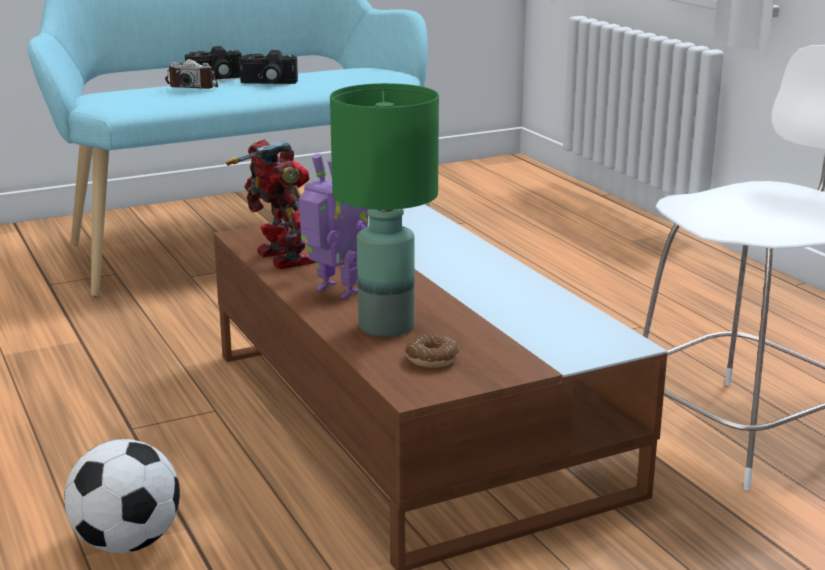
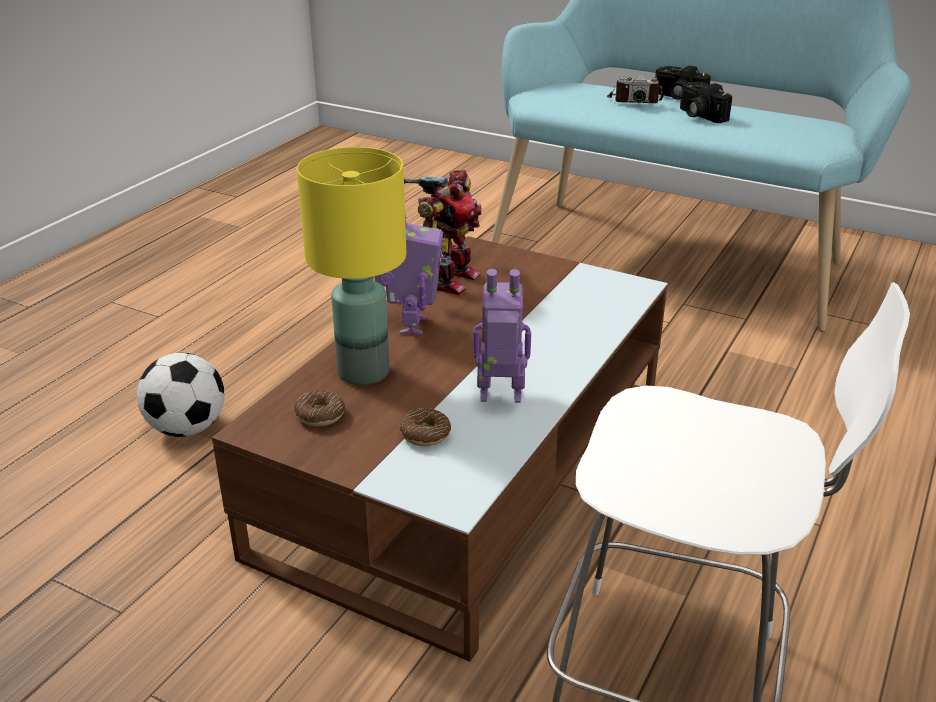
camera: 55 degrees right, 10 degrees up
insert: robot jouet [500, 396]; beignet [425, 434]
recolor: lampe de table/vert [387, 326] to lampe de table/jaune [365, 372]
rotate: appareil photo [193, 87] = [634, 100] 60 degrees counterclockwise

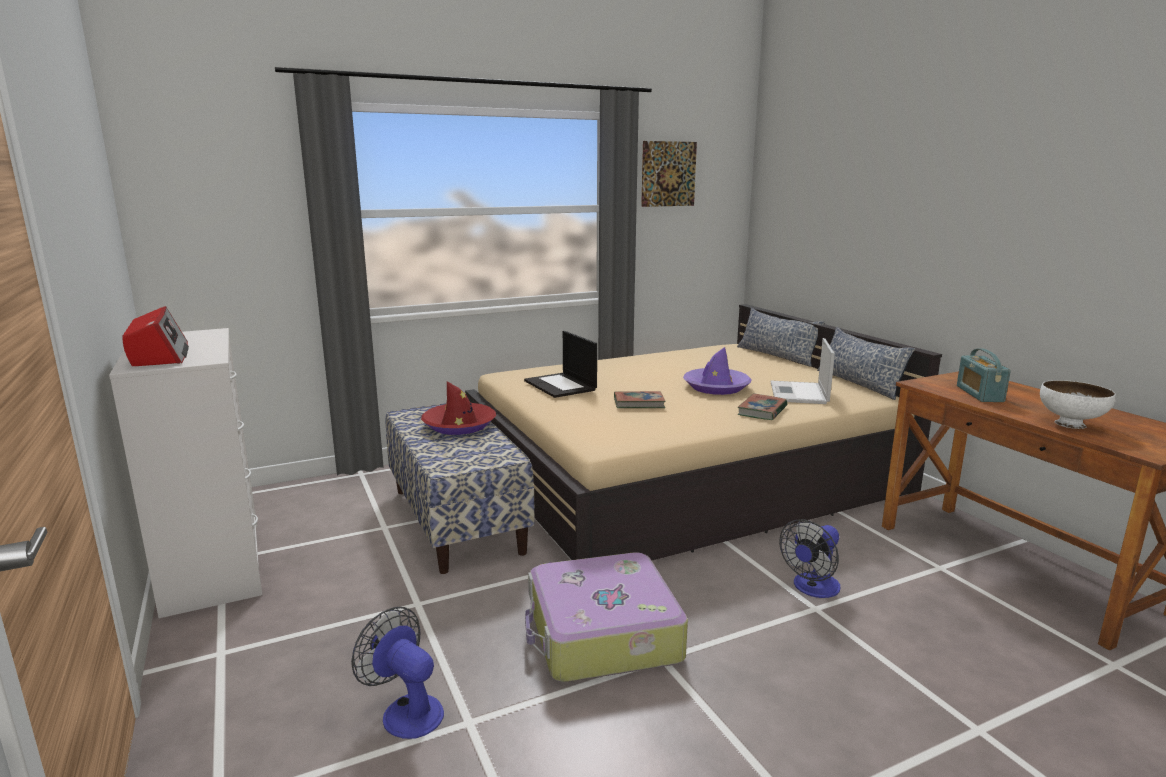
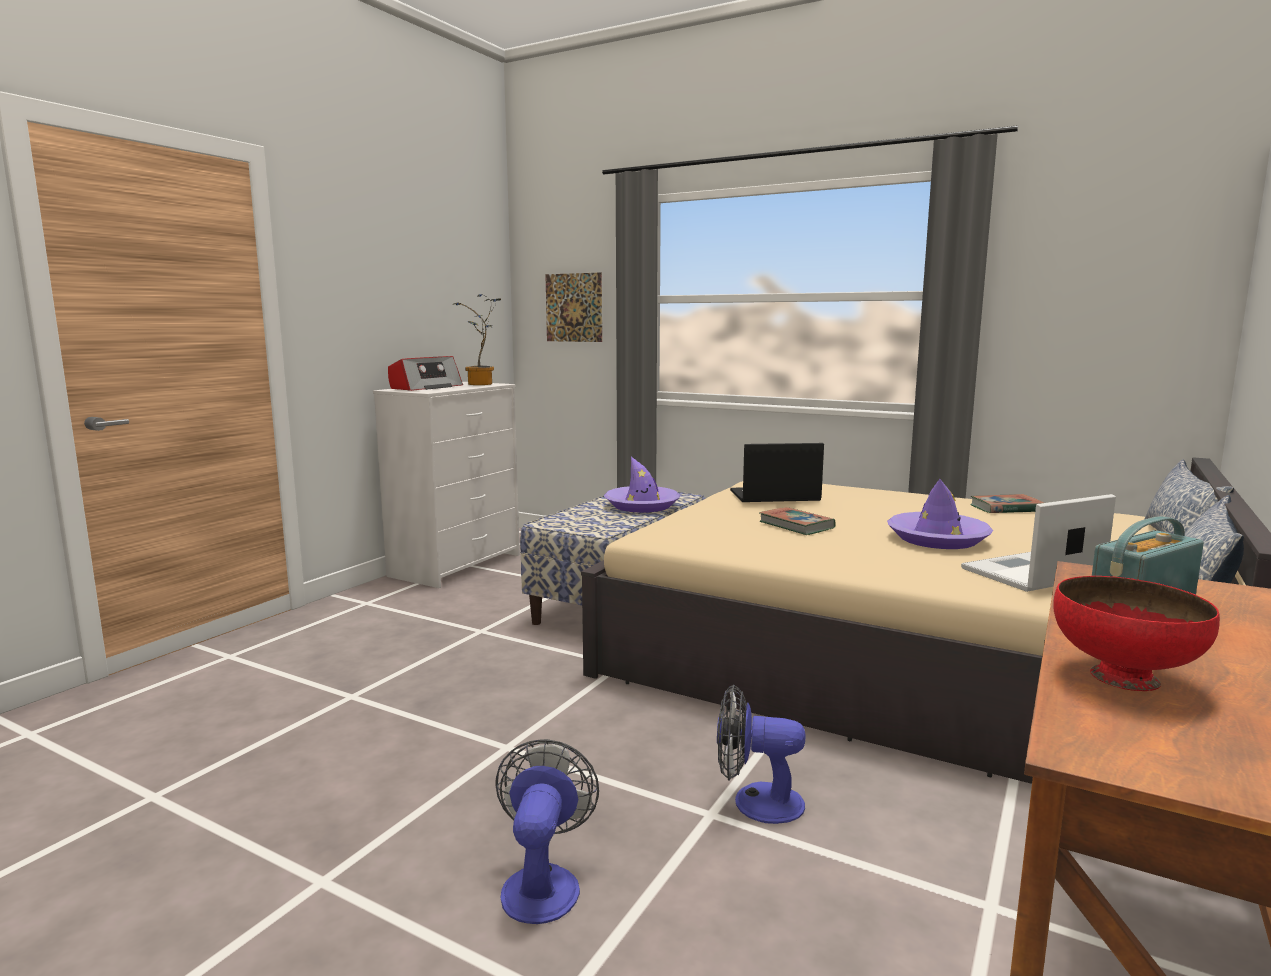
camera: 55 degrees right, 5 degrees down
delete: valise [602, 635]
insert: plante en pot [481, 384]
move: tableau [668, 174] to [574, 307]; livre [762, 411] to [1006, 508]; ventilateur [406, 711] to [542, 882]
recolor: bol/blanc [1070, 424] to bol/rouge [1122, 677]; chapeau/rouge [459, 425] to chapeau/violet [642, 506]
rotate: ordinateur portable [561, 385] = [774, 496] 60 degrees clockwise

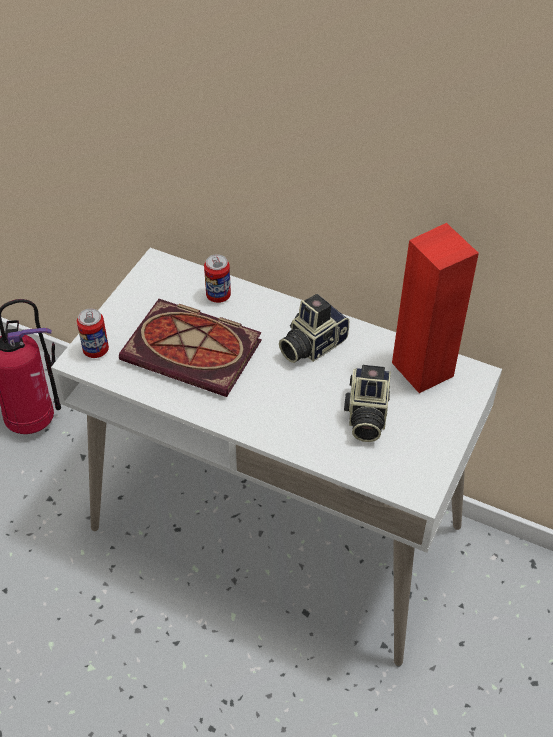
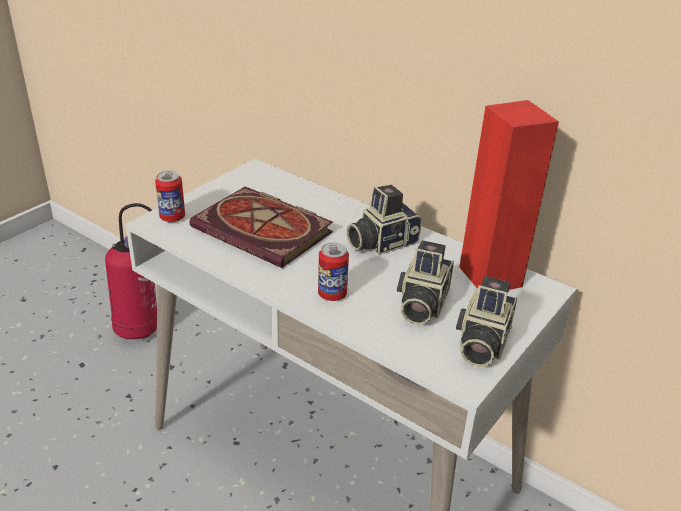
camera: 10 degrees right, 15 degrees down
insert: appareil photo [480, 343]
move: boîte métallique [218, 296] to [332, 294]

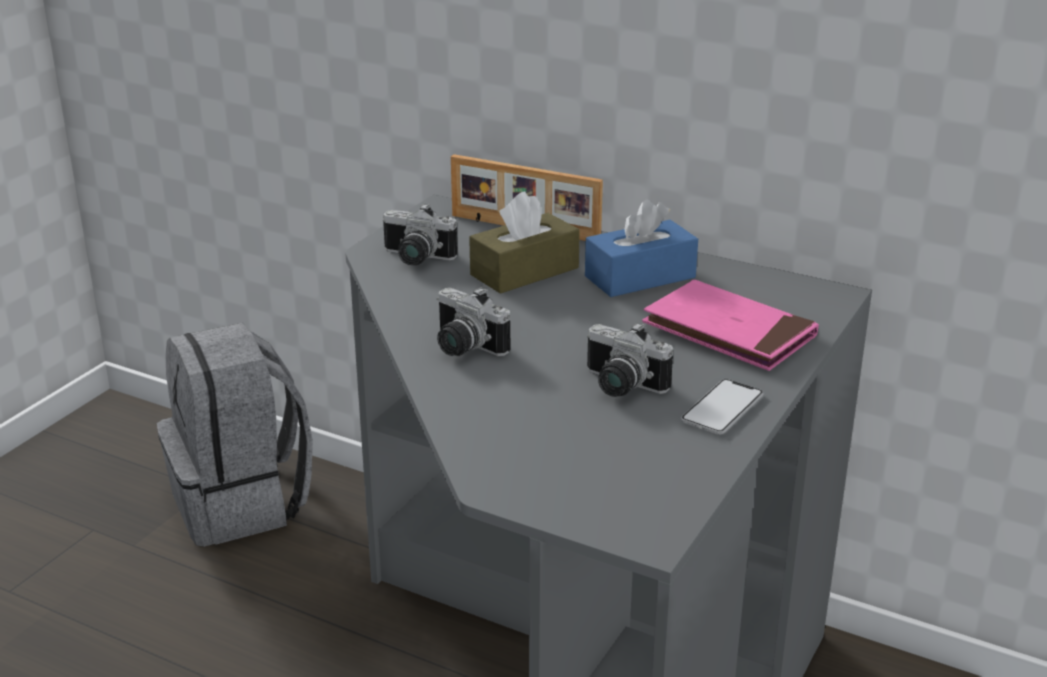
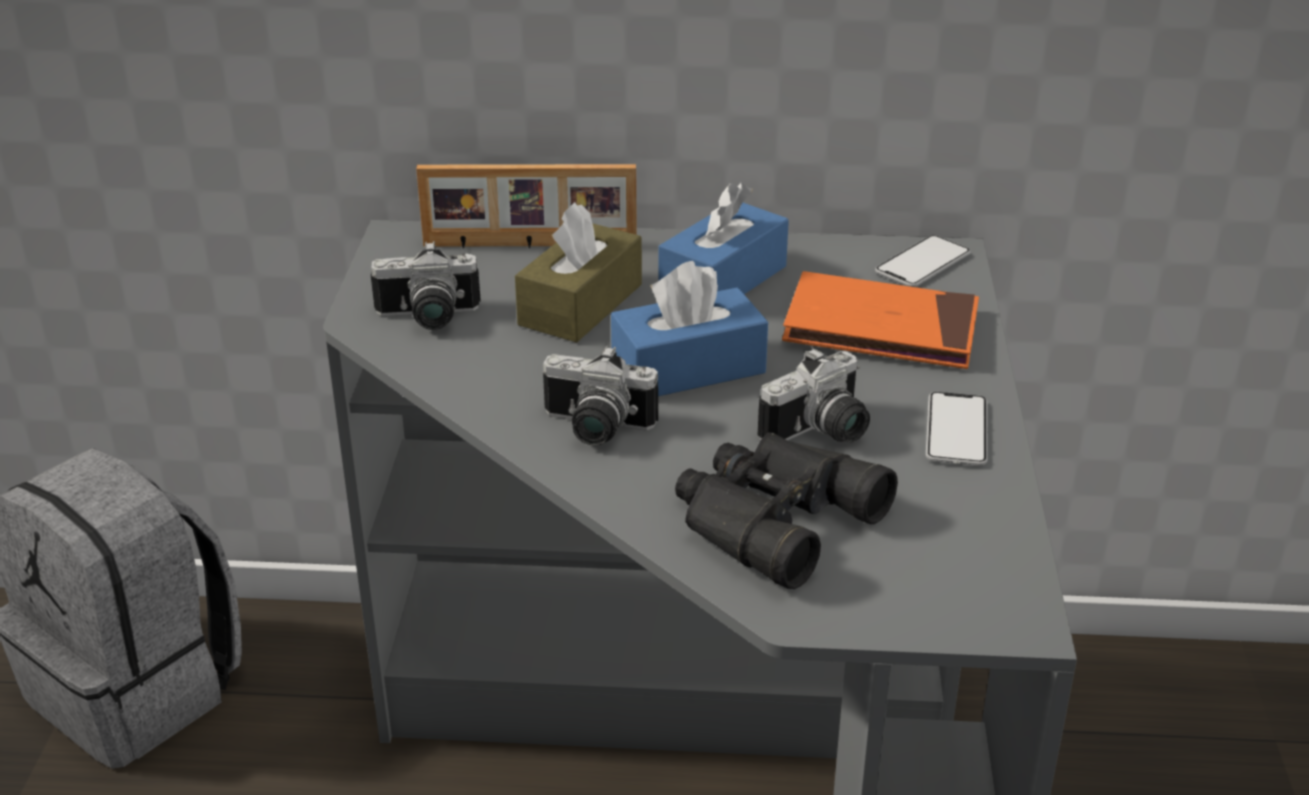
camera: 25 degrees left, 5 degrees up
insert: téléphone [922, 263]; boîte à mouchoirs/bleu [688, 368]; jumelles/noir [769, 518]
recolor: livre/rose [729, 332] to livre/orange [881, 329]
rotate: appareil photo [619, 386] = [822, 433] 45 degrees counterclockwise

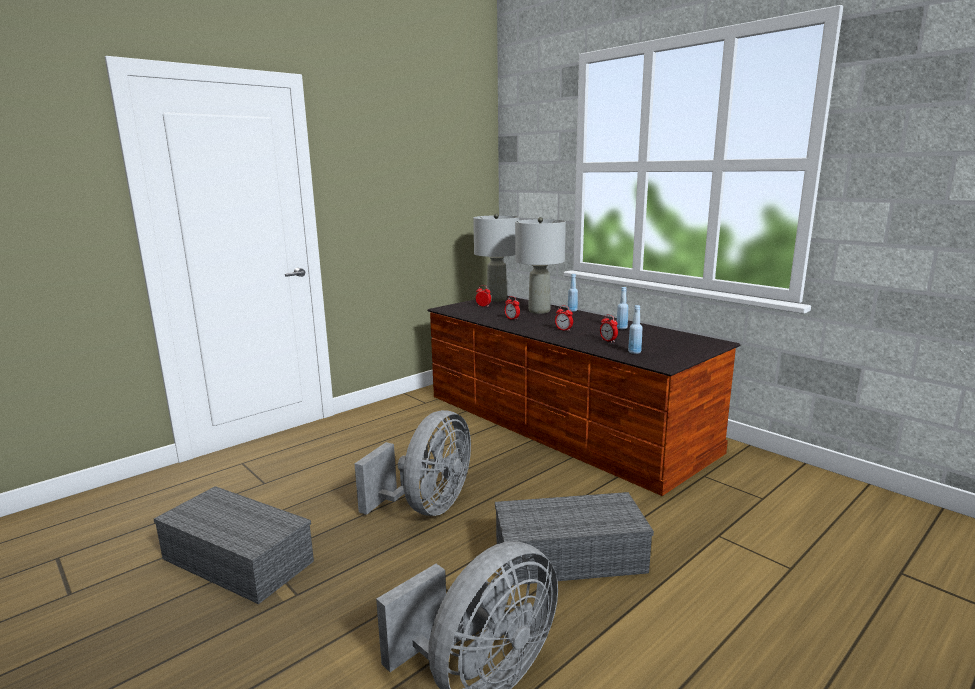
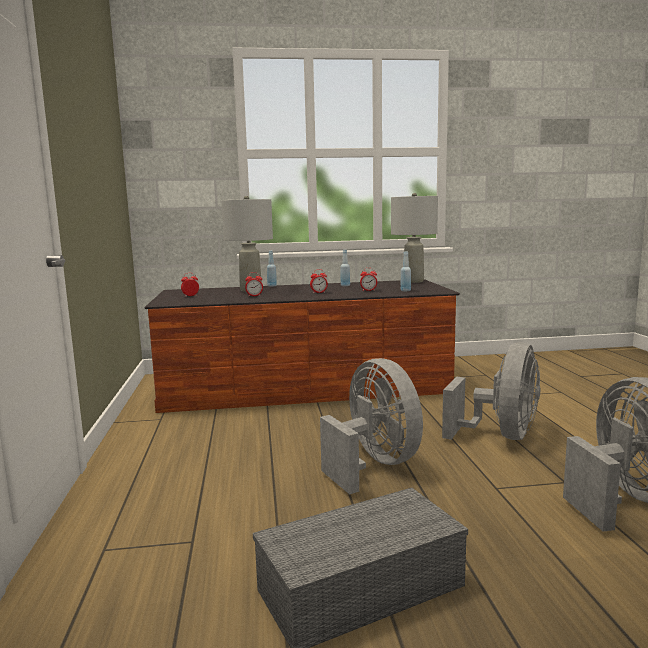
camera: 55 degrees left, 5 degrees down
move: lampe de table/gris [496, 299] to [413, 281]
replace: boîte de rangement/gris [571, 555] to ventilateur/gris [501, 435]

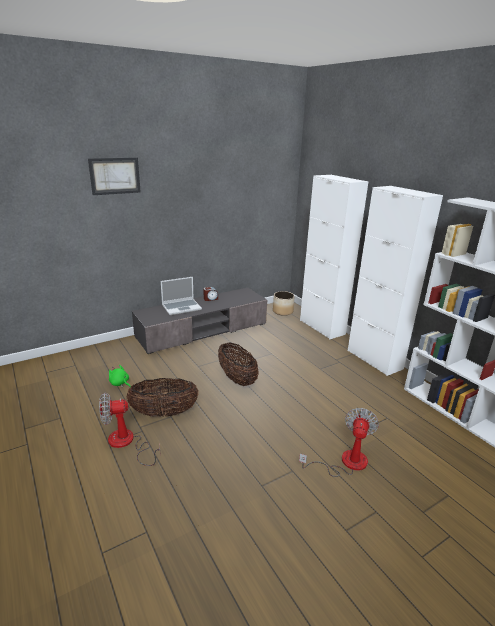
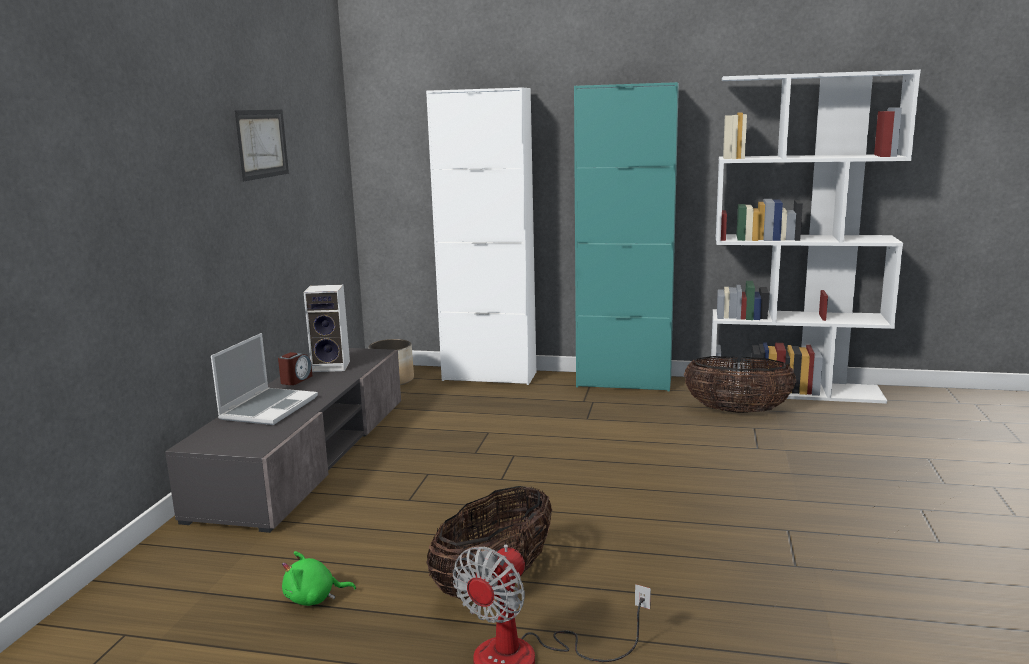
camera: 45 degrees left, 10 degrees down
delete: ventilateur [345, 462]
insert: enceinte [332, 366]
move: tableau [115, 176] to [260, 144]; panier [237, 378] to [737, 411]
recolor: meuble de rangement/blanc [374, 359] to meuble de rangement/turquoise [624, 382]

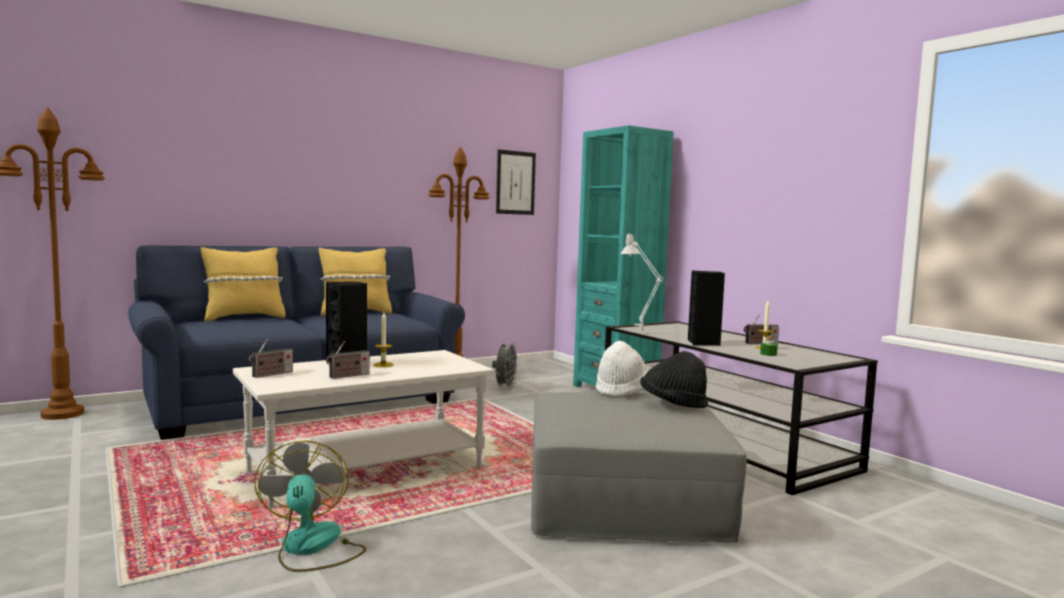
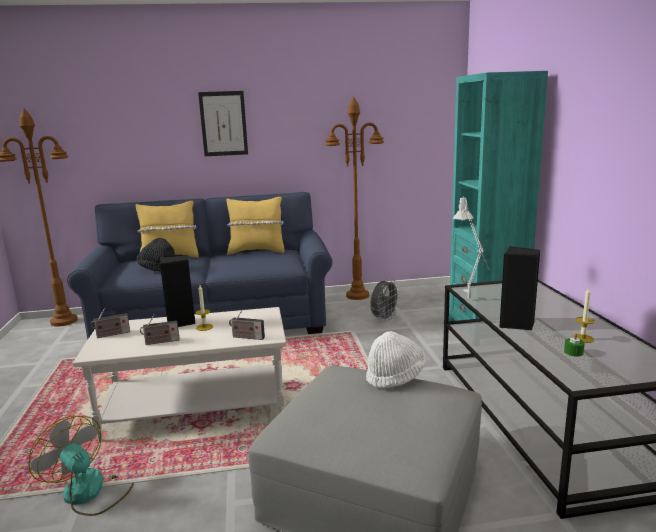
camera: 25 degrees right, 10 degrees up
move: tableau [515, 182] to [223, 123]; radio [760, 343] to [246, 337]; chapeau/noir [673, 405] to [158, 269]
rotate: ventilateur [311, 547] = [90, 493] 60 degrees counterclockwise

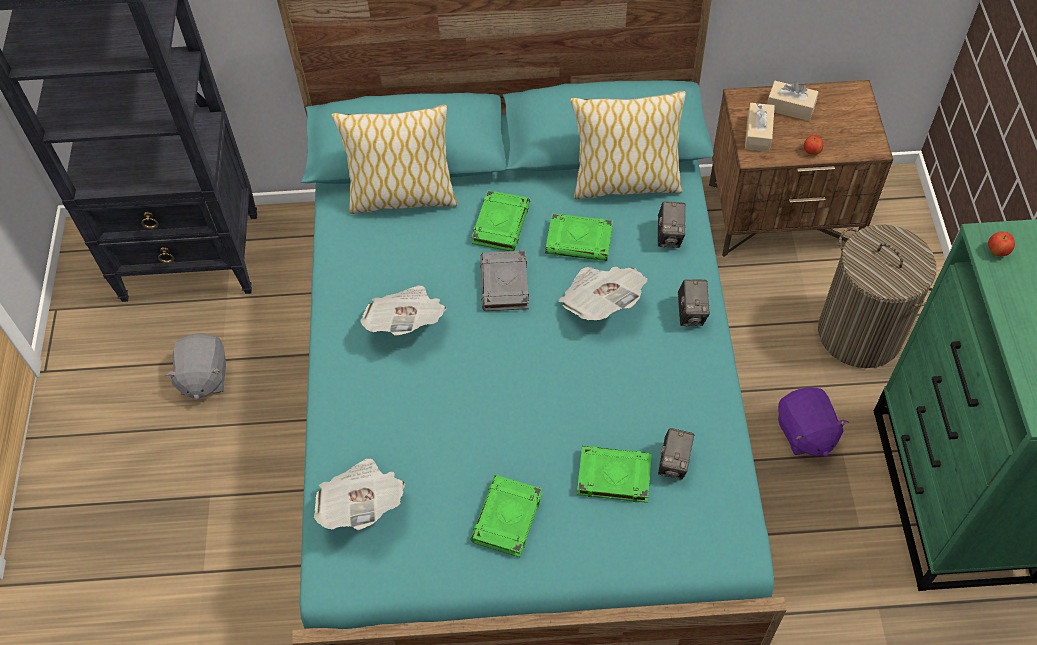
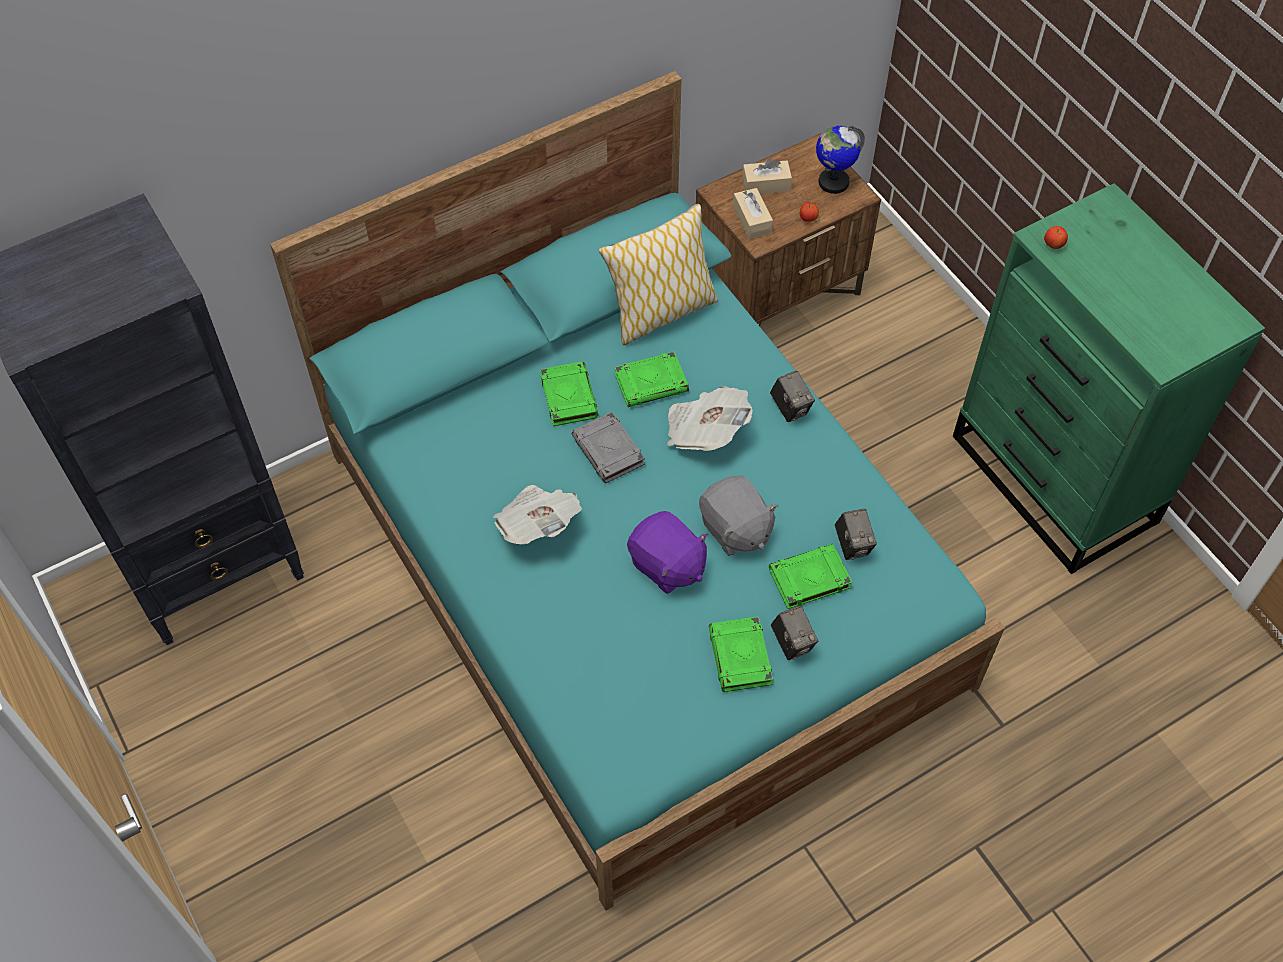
camera: 30 degrees left, 0 degrees up
delete: coussin [402, 197]; panier à linge [860, 333]; journal [362, 504]
insert: globe [833, 182]
move: appareil photo [669, 236] to [792, 642]; peluche/gris [203, 377] to [735, 529]; peluche/violet [805, 433] to [667, 565]

